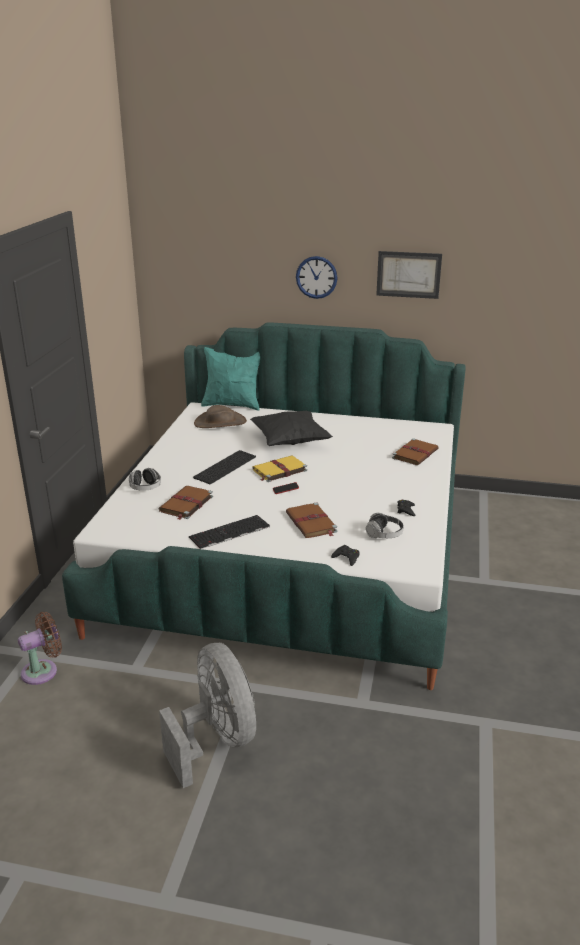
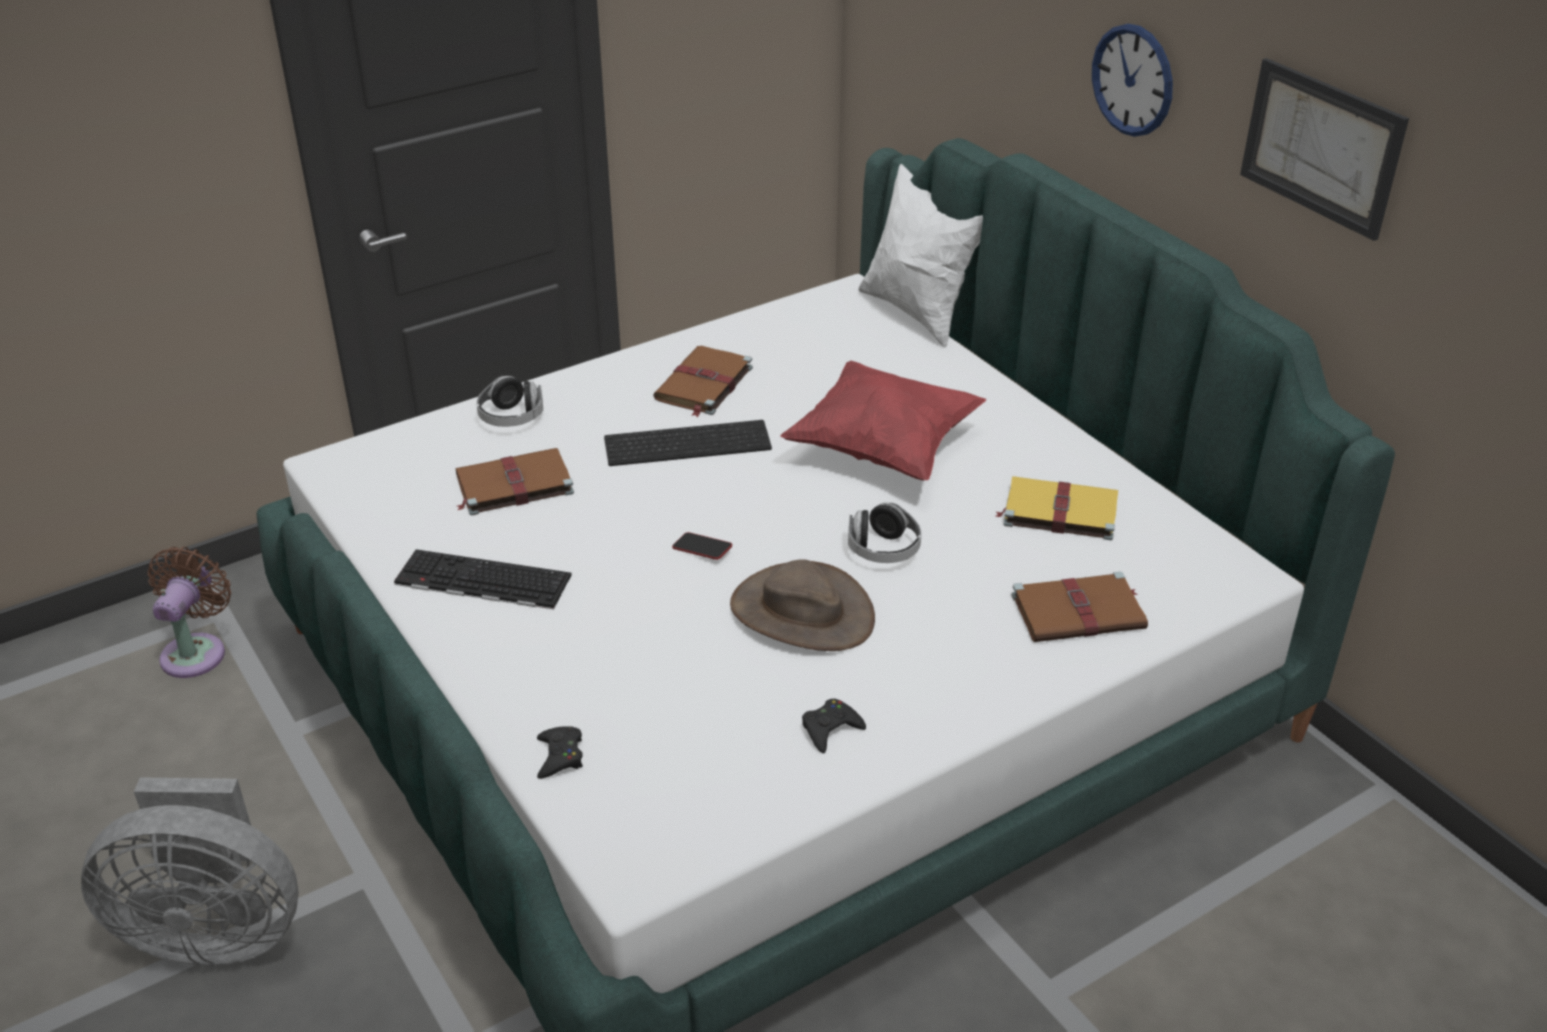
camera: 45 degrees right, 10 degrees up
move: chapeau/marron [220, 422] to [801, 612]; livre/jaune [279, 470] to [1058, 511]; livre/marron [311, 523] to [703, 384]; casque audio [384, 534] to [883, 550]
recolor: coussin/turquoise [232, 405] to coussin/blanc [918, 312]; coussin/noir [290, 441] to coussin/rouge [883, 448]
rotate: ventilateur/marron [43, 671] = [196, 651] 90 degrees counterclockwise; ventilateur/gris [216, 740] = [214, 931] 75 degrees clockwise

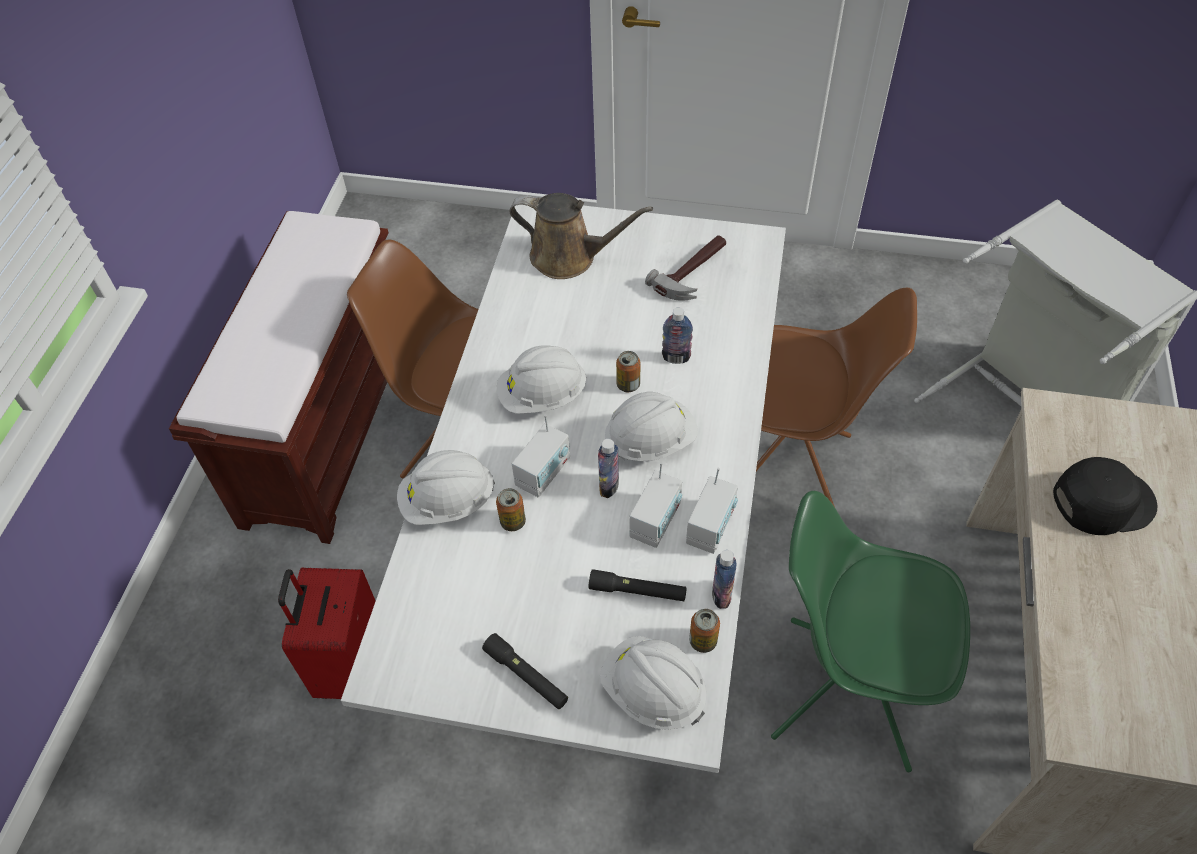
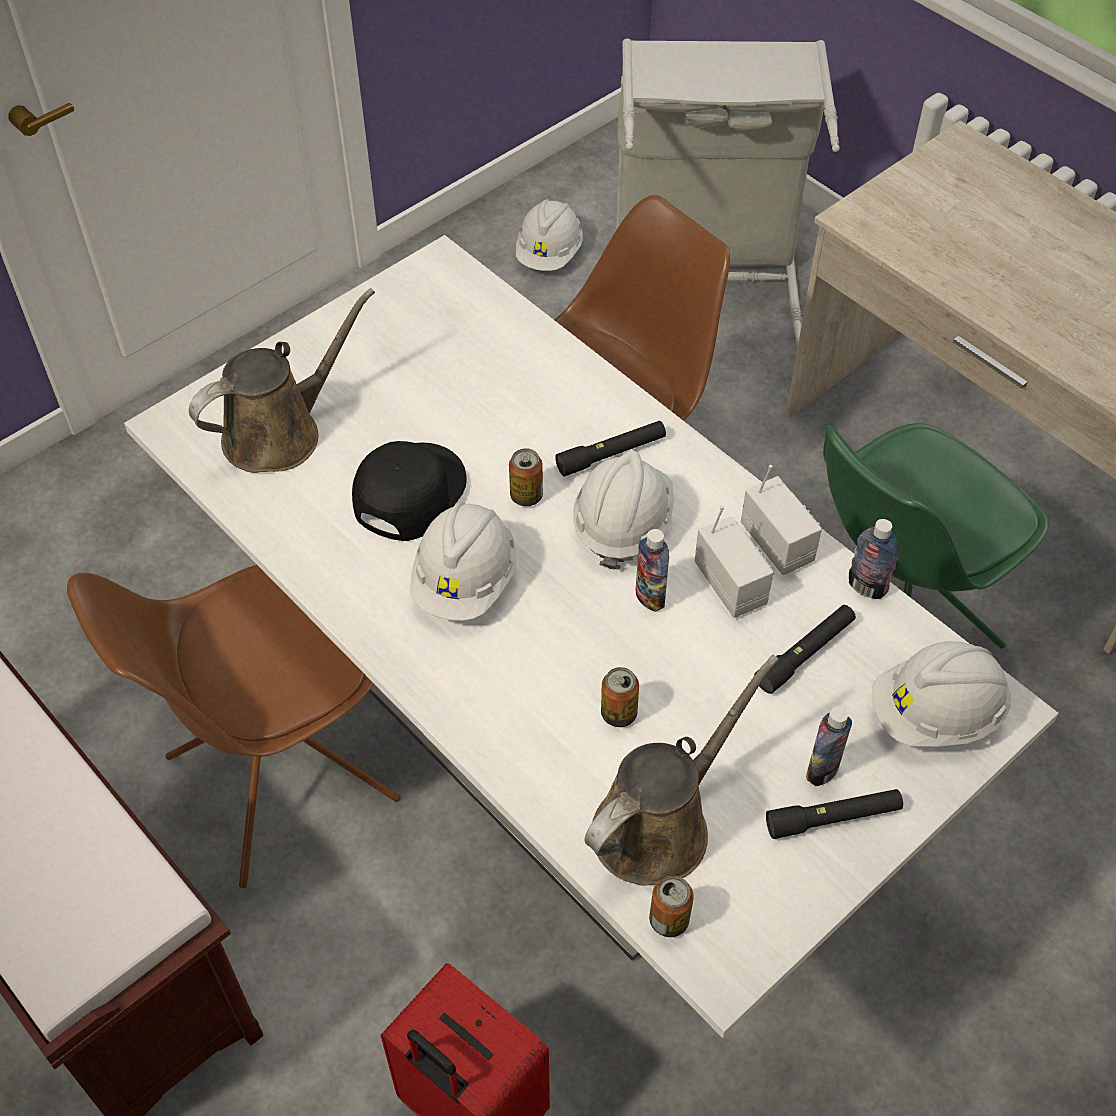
camera: 55 degrees left, 0 degrees up
delete: marteau [694, 273]; radio [543, 473]
insert: lampe de poche/noir [611, 454]; arrosoir/marron [659, 824]
move: bouteille [676, 358] to [822, 770]; casque de chantier/blanc [448, 502] to [549, 254]; casquette/noir [1102, 500] to [408, 492]; boîte métallique [703, 641] to [669, 920]

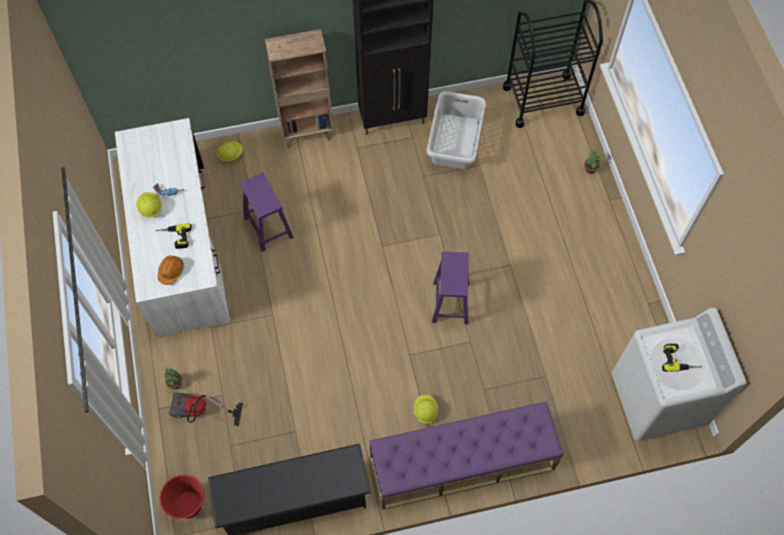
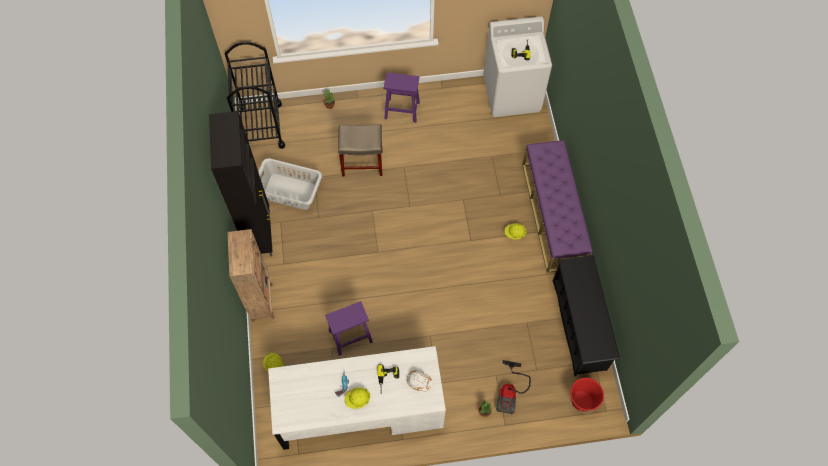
camera: 85 degrees left, 0 degrees up
insert: tabouret/beige [363, 163]
move: tabouret/violet [450, 303] to [402, 110]
recolor: casque de chantier/orange [171, 271] to casque de chantier/blanc [419, 382]

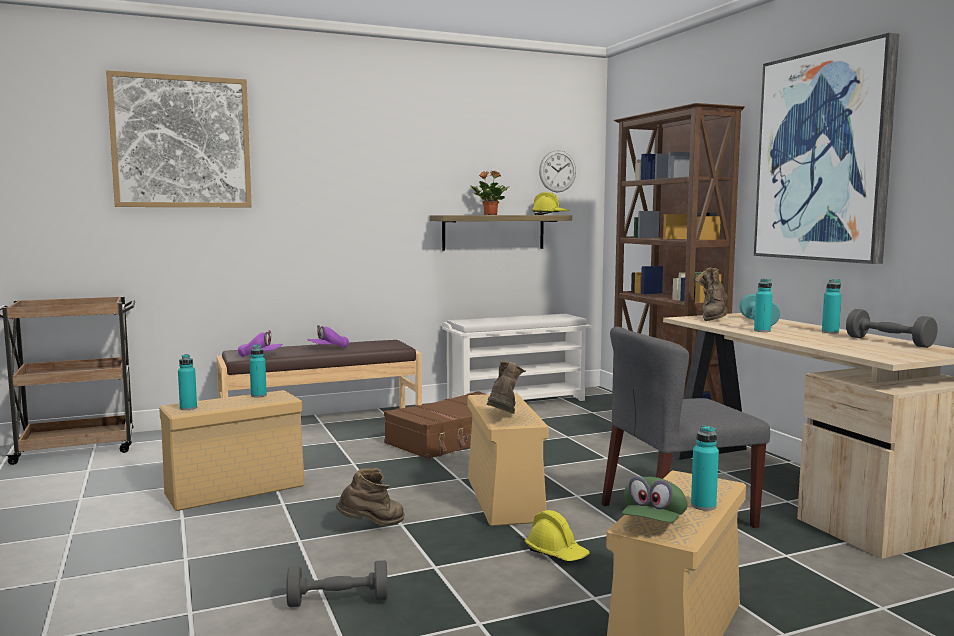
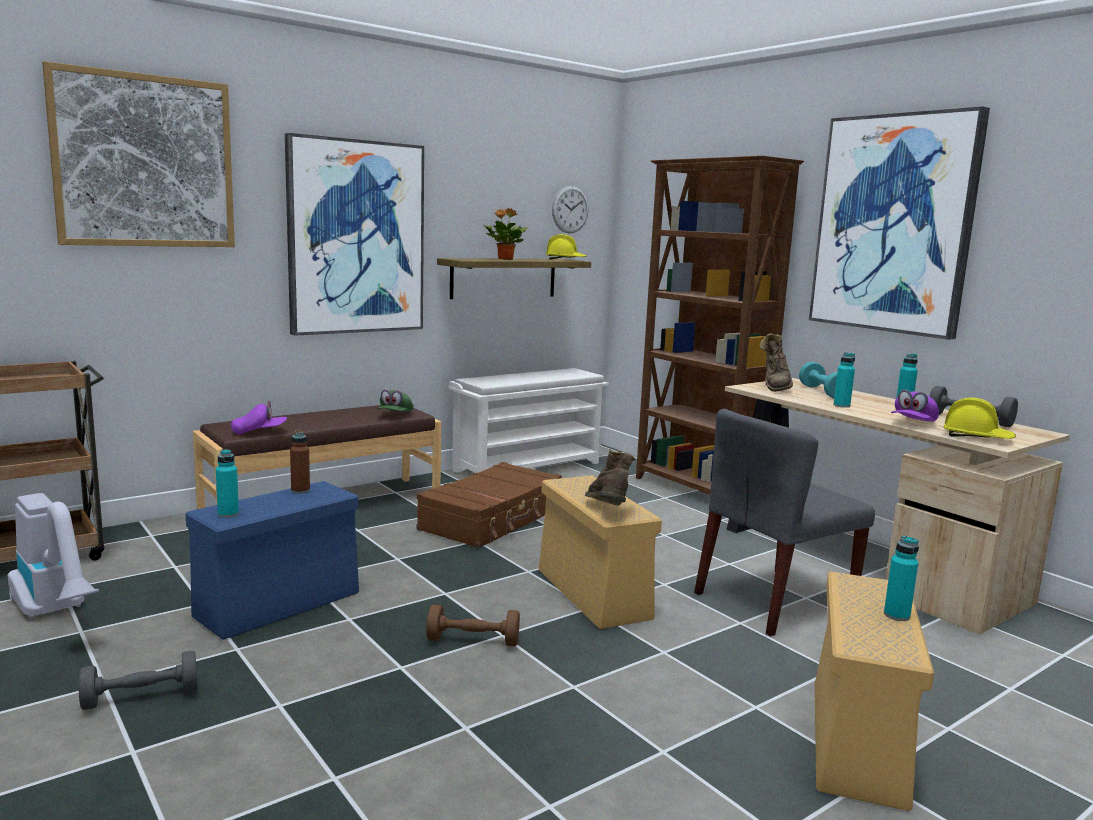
camera: 15 degrees left, 5 degrees up
insert: tableau [356, 237]; aspirateur [57, 613]
move: casquette/violet [328, 348] to [913, 423]; casquette/vert [653, 523] to [395, 415]; casque de chantier/jaune [556, 553] to [977, 437]; haltère/gris [338, 601] to [141, 697]
replace: botte/marron [372, 526] to haltère/marron [473, 641]
recolor: bouteille/turquoise [258, 395] to bouteille/marron [300, 491]; boîte de rangement/beige [237, 489] to boîte de rangement/bleu [280, 604]

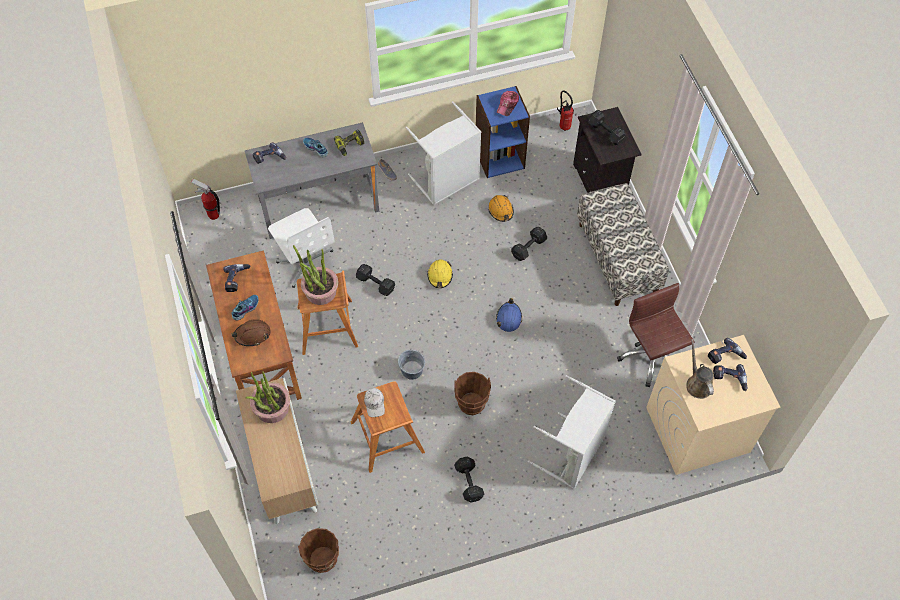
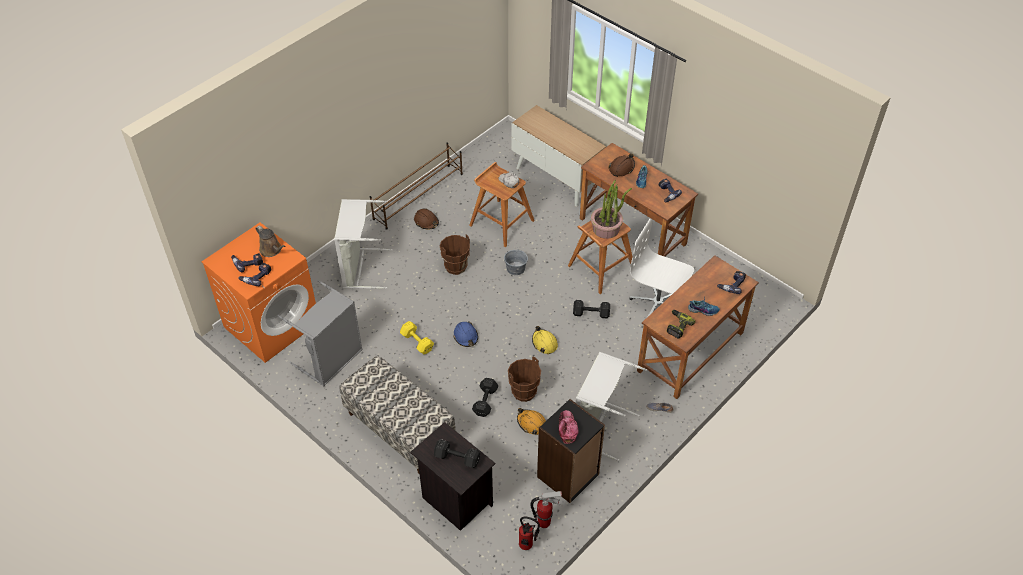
camera: 150 degrees right, 10 degrees down
delete: plante en pot [272, 408]
insert: étagère à chaussures/marron [419, 196]; haltère/jaune [417, 341]
move: extincteur [213, 215] to [544, 523]; seau/marron [322, 559] to [524, 392]
replace: chaise de bureau/marron [651, 356] to panier à linge/gris [331, 360]; haltère/noir [468, 483] to casque de chantier/marron [426, 222]
recolor: bibliothèque/bleu [499, 158] to bibliothèque/noir [568, 476]; bureau/gris [319, 205] to bureau/marron [691, 352]; lave-linge/beige [697, 430] to lave-linge/orange [272, 324]

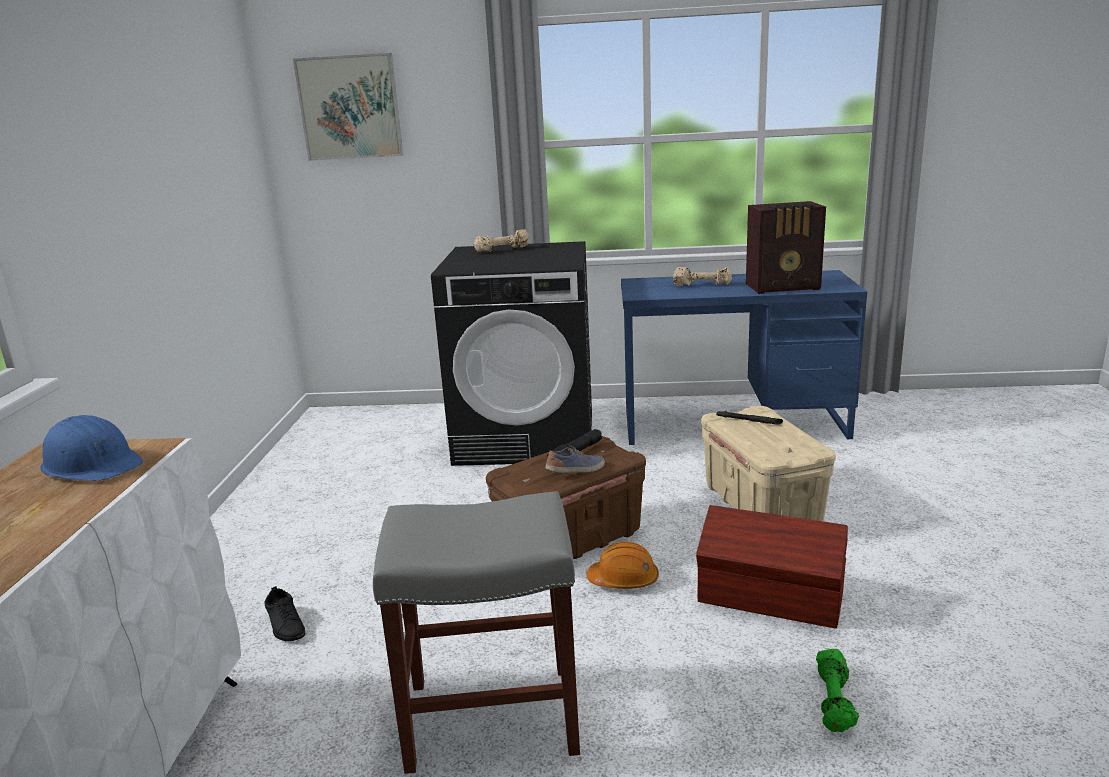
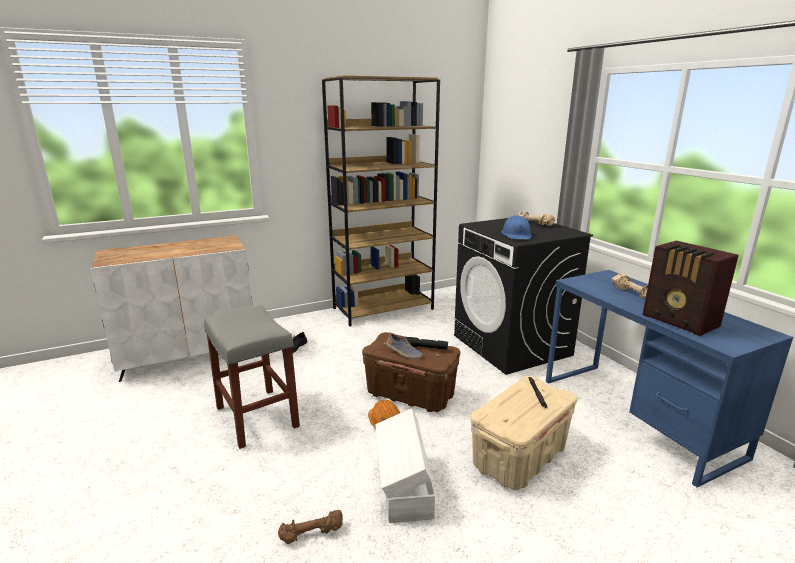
camera: 60 degrees right, 0 degrees up
delete: tableau [350, 107]
insert: bibliothèque/marron [383, 308]
move: casque de chantier/bleu [93, 464] to [516, 235]
recolor: boîte de rangement/marron [771, 599] to boîte de rangement/blanc [404, 485]; haltère/vert [835, 702] to haltère/marron [312, 534]

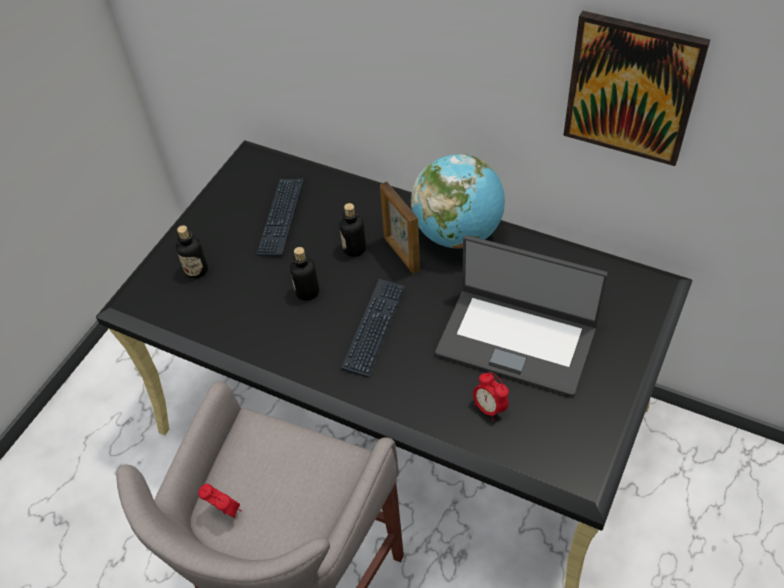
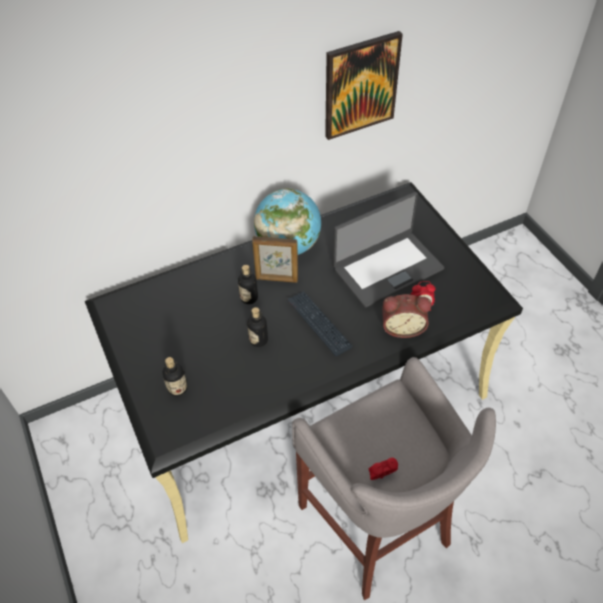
camera: 55 degrees left, 0 degrees up
delete: clavier [281, 217]
insert: réveil [402, 327]

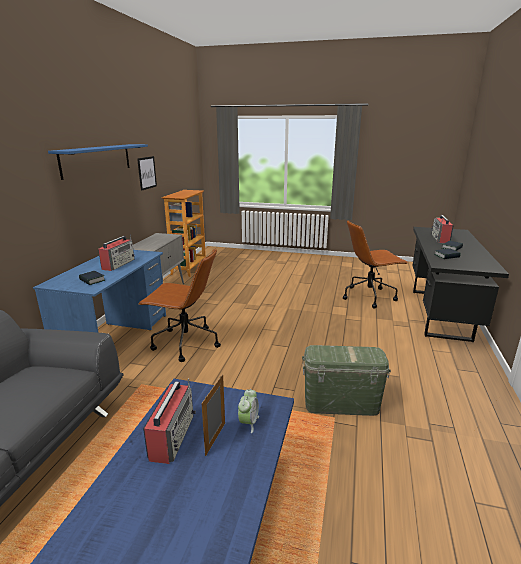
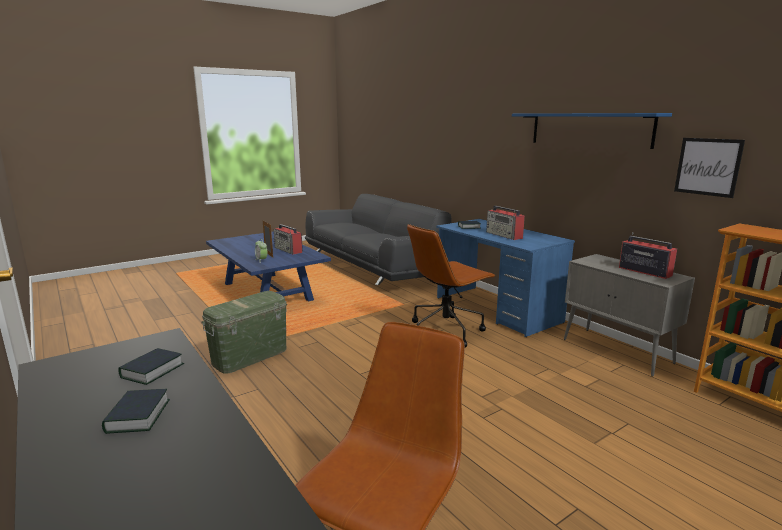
camera: 130 degrees right, 5 degrees down
move: radio [440, 239] to [644, 271]

